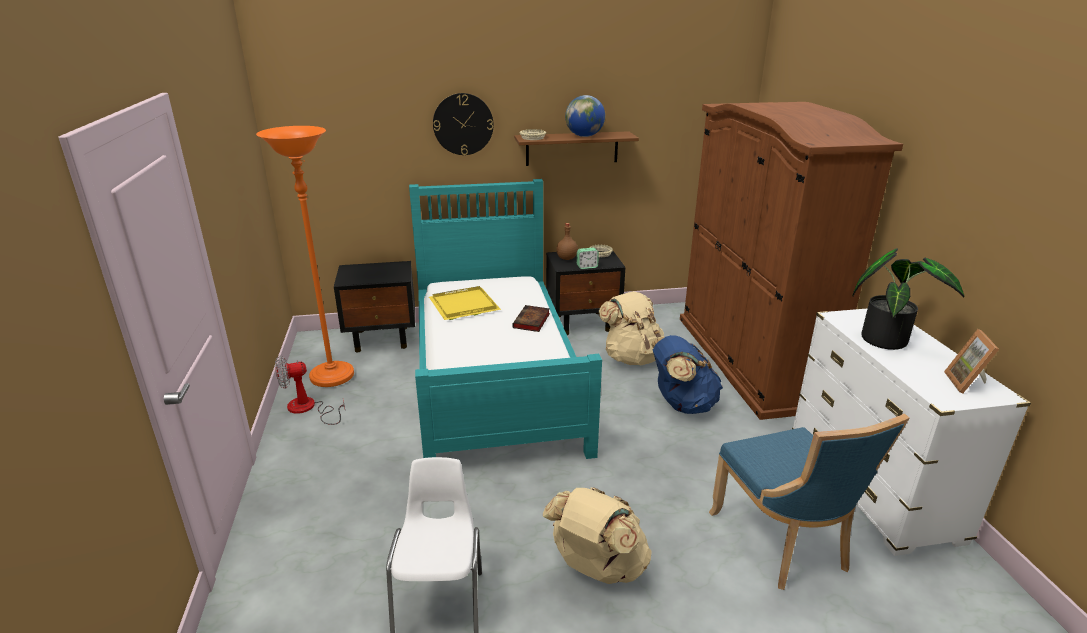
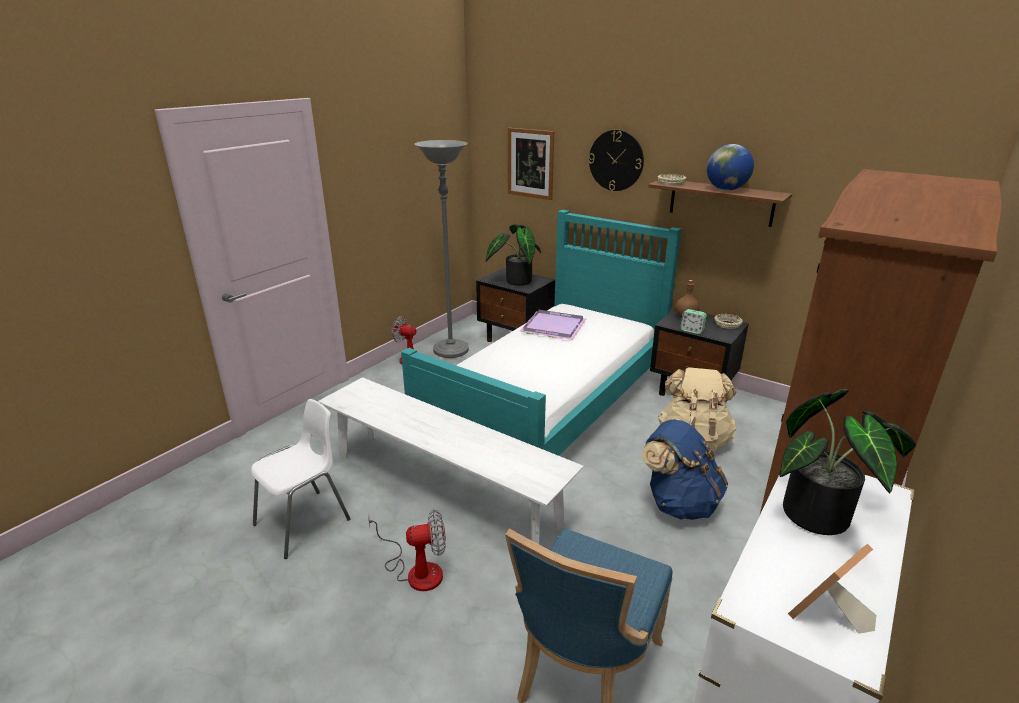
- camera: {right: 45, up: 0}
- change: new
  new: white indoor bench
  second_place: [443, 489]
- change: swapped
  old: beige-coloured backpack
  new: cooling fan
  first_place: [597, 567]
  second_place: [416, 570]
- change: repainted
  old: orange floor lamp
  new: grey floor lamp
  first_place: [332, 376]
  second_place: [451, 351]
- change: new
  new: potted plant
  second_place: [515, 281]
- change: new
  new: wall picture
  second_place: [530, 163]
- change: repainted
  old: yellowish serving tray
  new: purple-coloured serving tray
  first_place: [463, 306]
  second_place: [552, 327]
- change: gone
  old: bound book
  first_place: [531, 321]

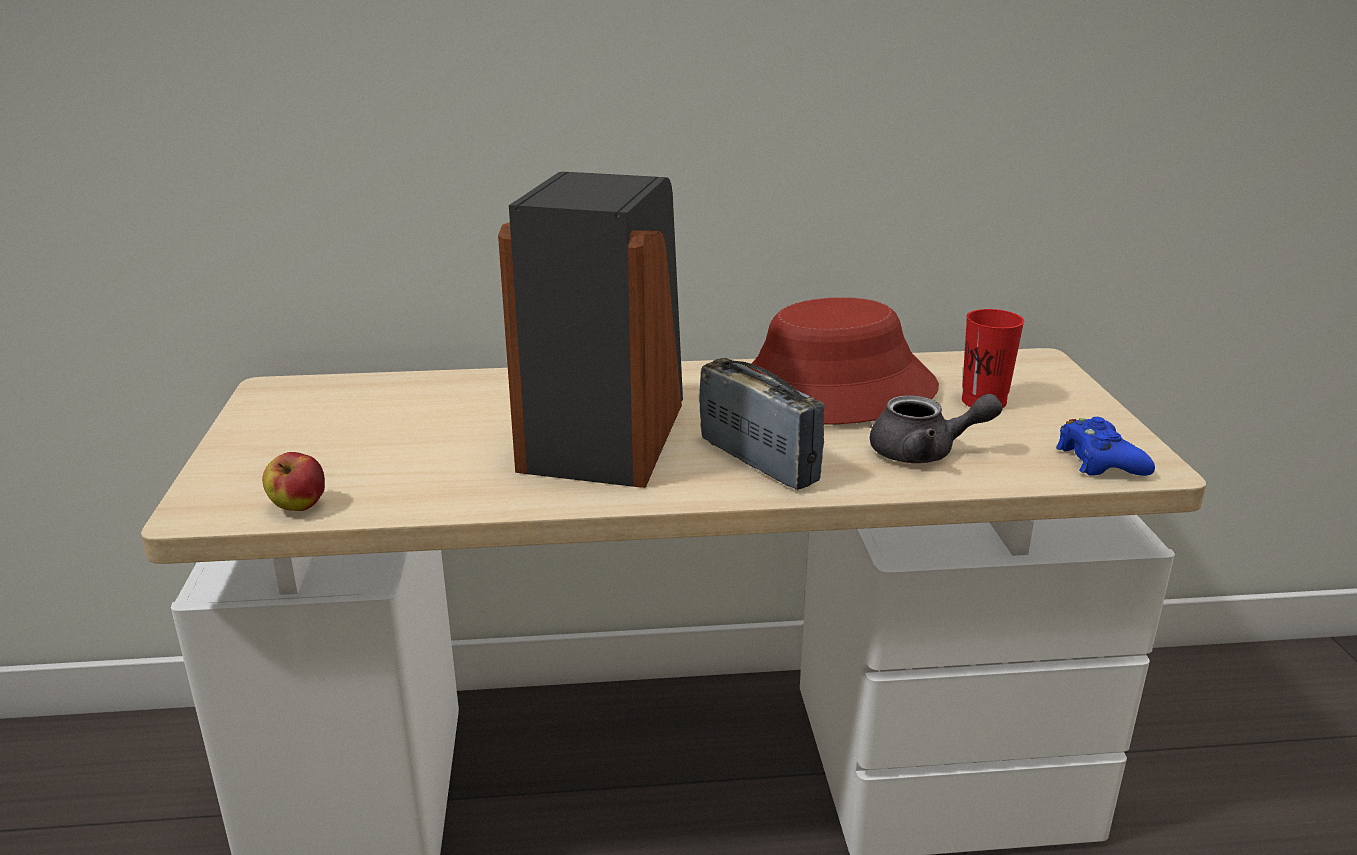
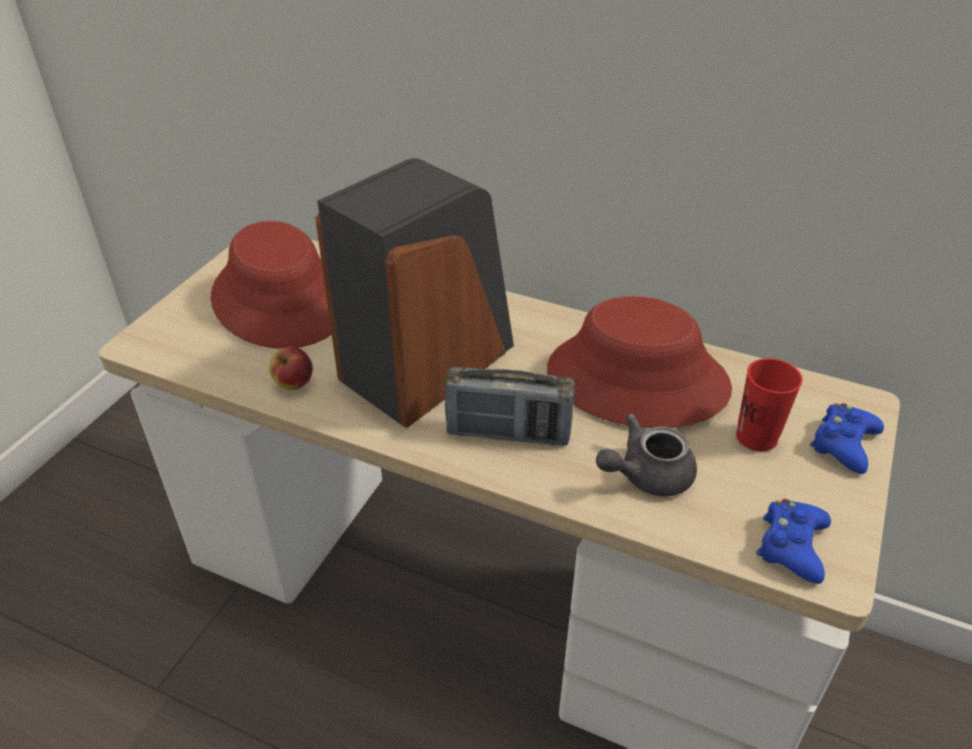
- camera: {right: 30, up: 15}
- change: new
  new: reddish wearable hat
  second_place: [281, 300]
- change: shifted
  old: apple
  first_place: [298, 507]
  second_place: [294, 384]
- change: rotated
  old: radio receiver
  first_place: [758, 461]
  second_place: [508, 433]
  degrees: 105
- change: rotated
  old: grey teapot
  first_place: [924, 453]
  second_place: [646, 475]
  degrees: 120
- change: new
  new: blue joypad
  second_place: [843, 444]

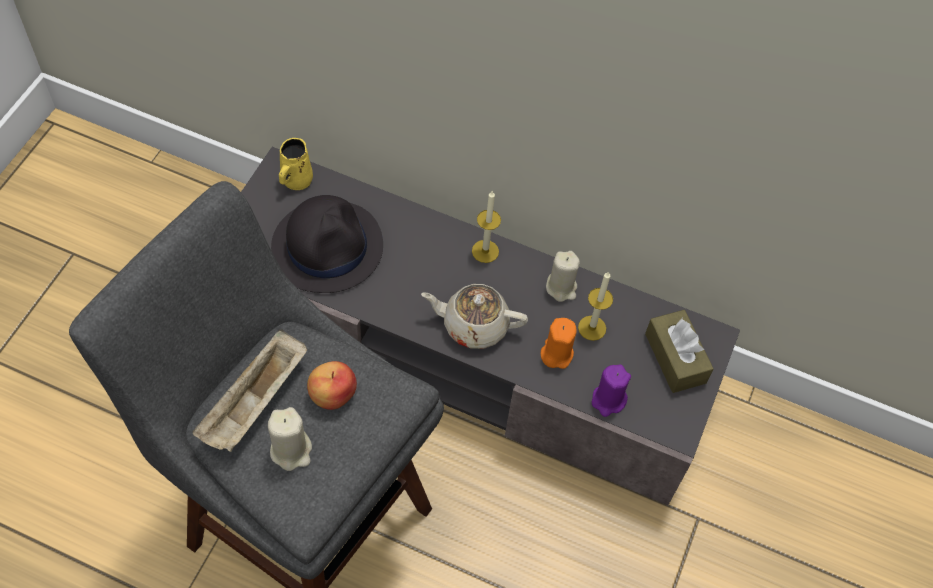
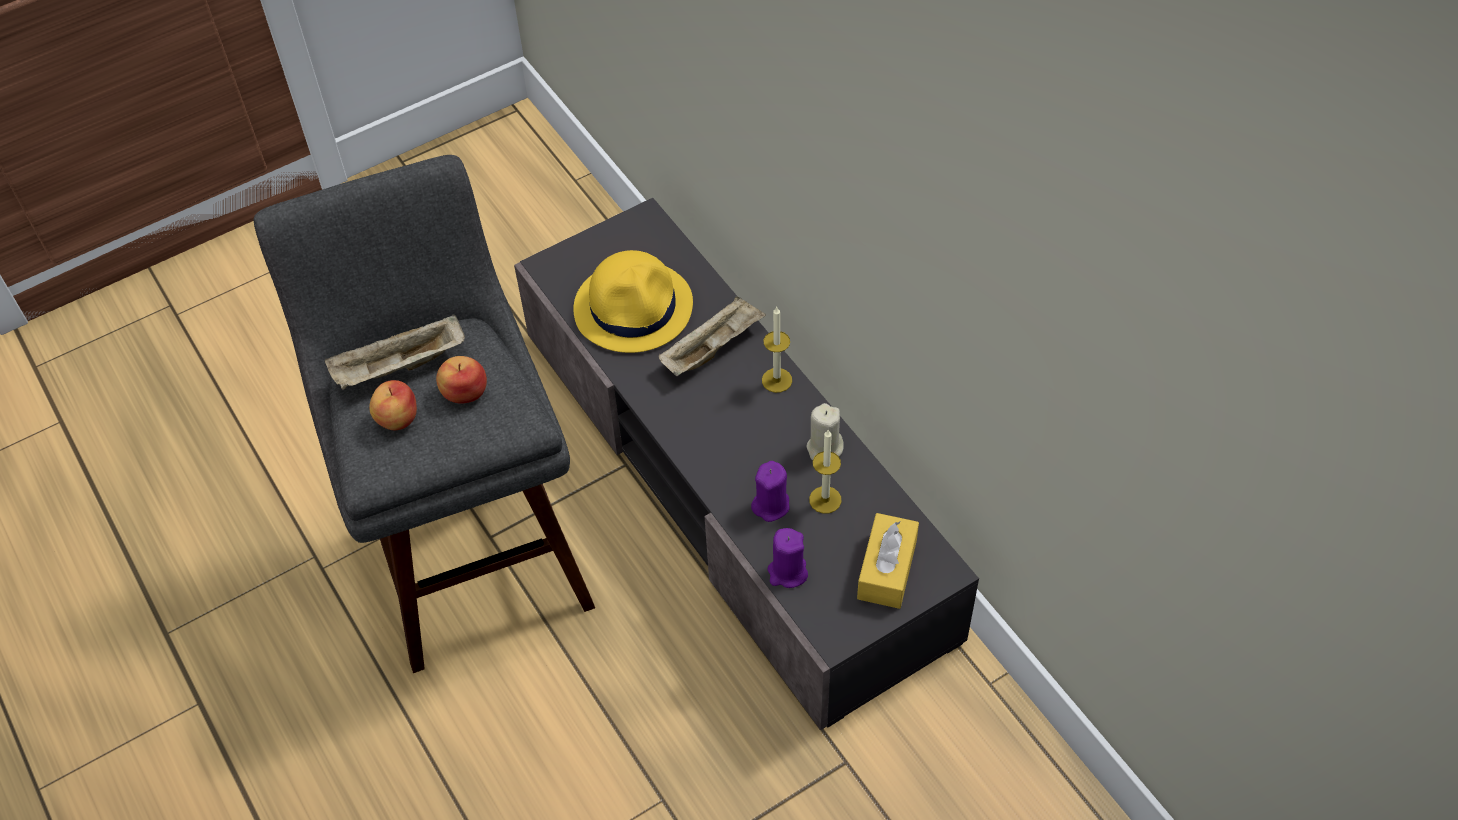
- camera: {right: 40, up: -5}
- change: swapped
  old: beige-coloured candle
  new: apple
  first_place: [291, 450]
  second_place: [397, 418]
- change: repainted
  old: blackish wearable hat
  new: yellowish wearable hat
  first_place: [328, 246]
  second_place: [634, 307]
- change: new
  new: beige-coloured serving tray
  second_place: [712, 348]
- change: repainted
  old: orange candle
  new: purple-coloured candle
  first_place: [556, 354]
  second_place: [771, 505]
- change: repainted
  old: brownish tissue holder
  new: yellowish tissue holder
  first_place: [675, 358]
  second_place: [887, 569]
- change: gone
  old: yellowish coffee mug
  first_place: [296, 181]
- change: gone
  old: beige-coloured teapot
  first_place: [474, 325]

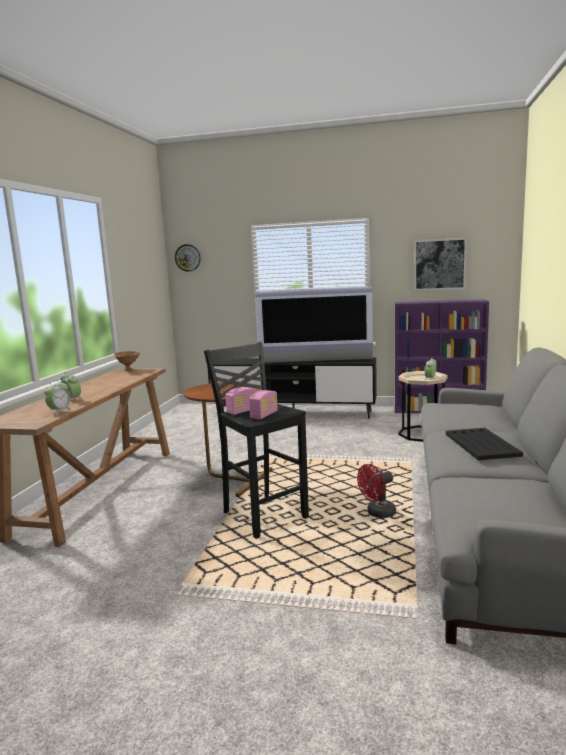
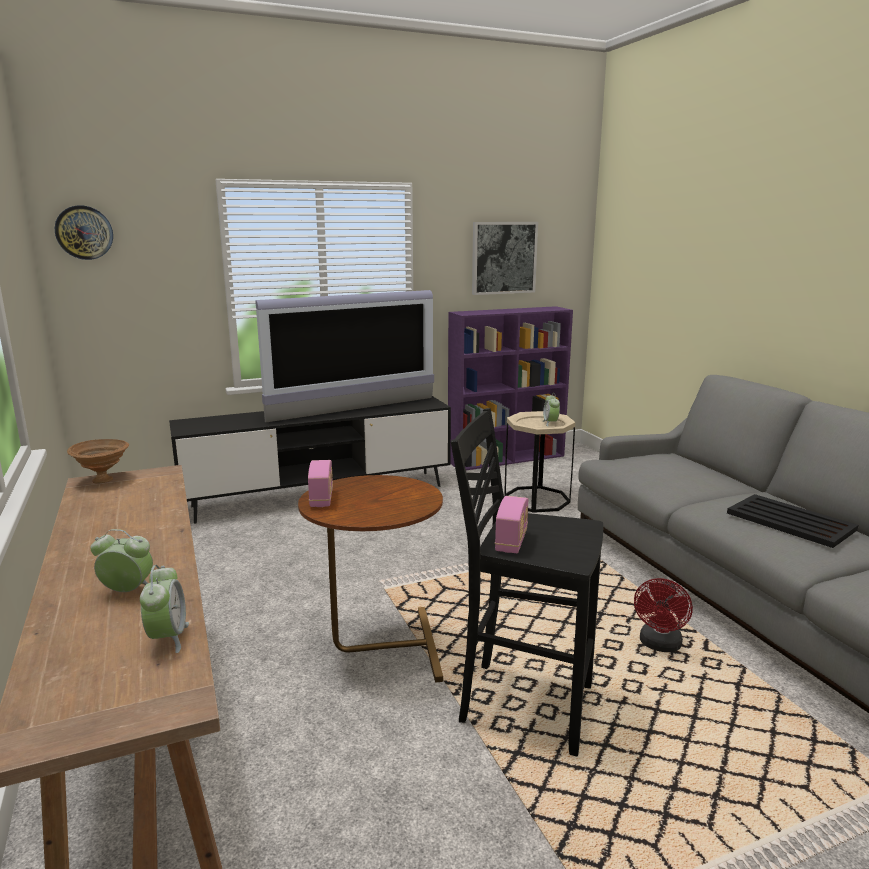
- camera: {right: -35, up: 5}
- change: shifted
  old: radio receiver
  first_place: [264, 415]
  second_place: [321, 499]

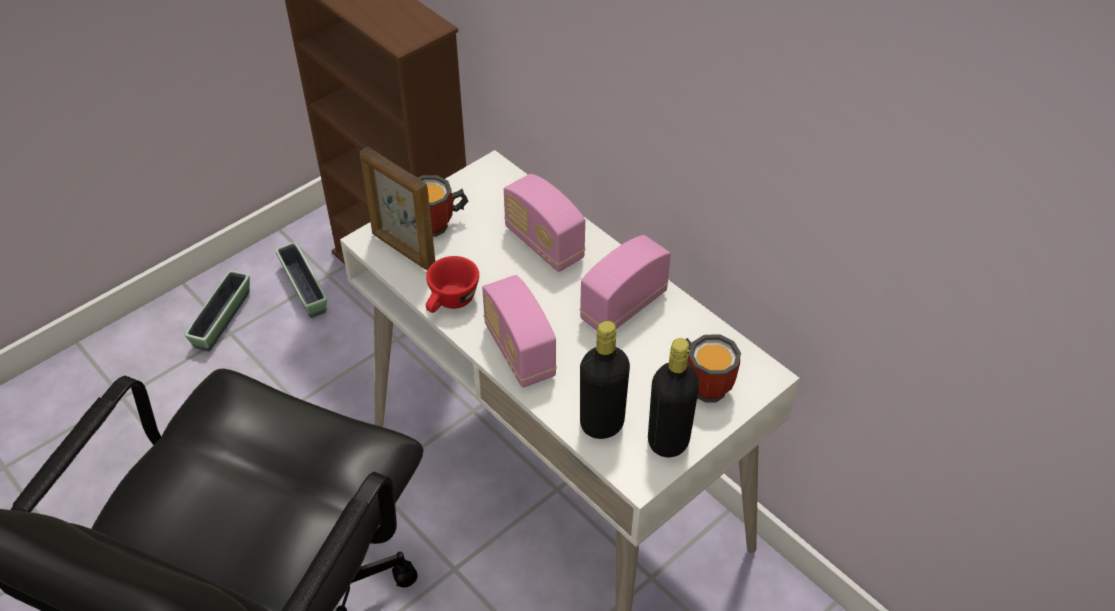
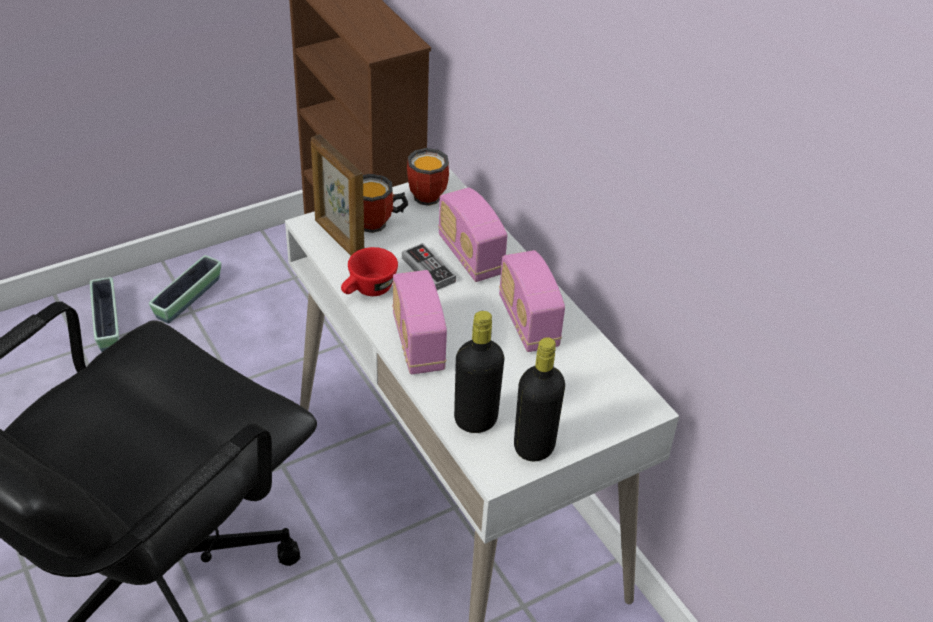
- camera: {right: 10, up: -5}
- change: shifted
  old: planter
  first_place: [304, 289]
  second_place: [107, 324]
- change: new
  new: joypad
  second_place: [428, 270]
- change: shifted
  old: coffee mug
  first_place: [706, 383]
  second_place: [426, 193]
- change: rotated
  old: radio receiver
  first_place: [623, 306]
  second_place: [528, 322]
  degrees: -75

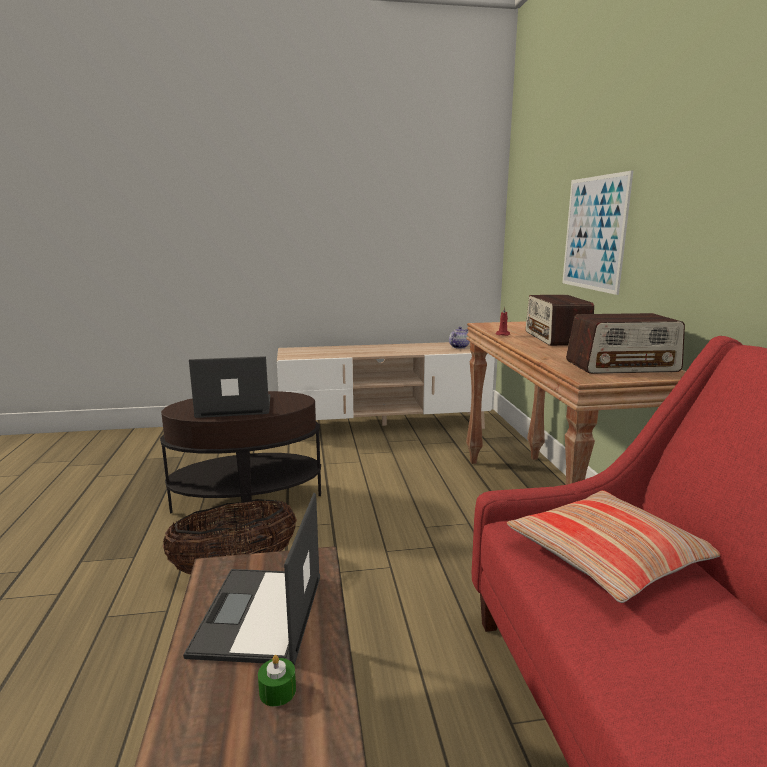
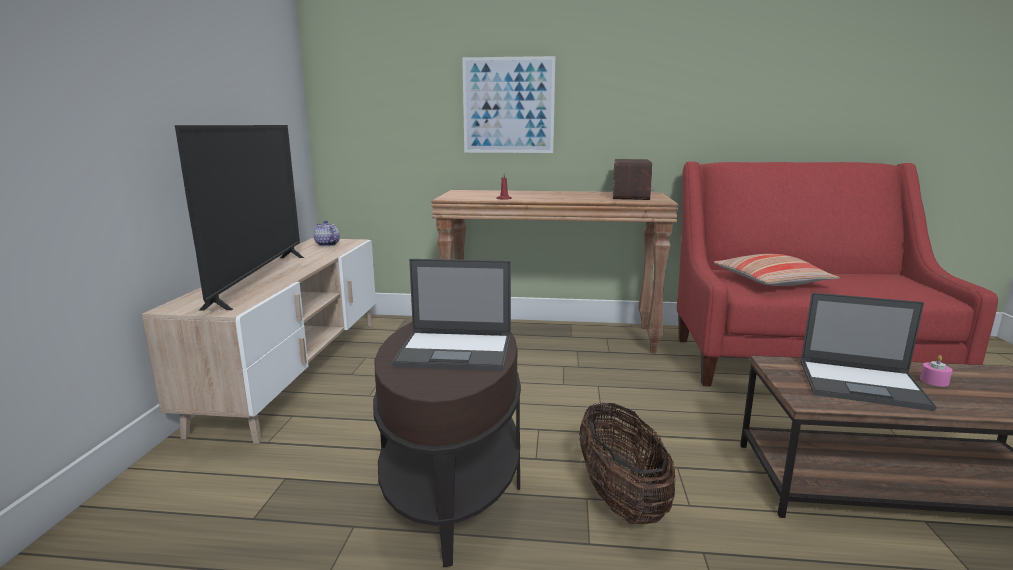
- camera: {right: -75, up: 0}
- change: new
  new: TV set
  second_place: [260, 279]
- change: rotated
  old: portable computer
  first_place: [233, 407]
  second_place: [457, 351]
  degrees: -90
- change: repainted
  old: green-coloured candle
  new: pink-coloured candle
  first_place: [277, 691]
  second_place: [934, 381]
- change: gone
  old: radio receiver
  first_place: [556, 338]

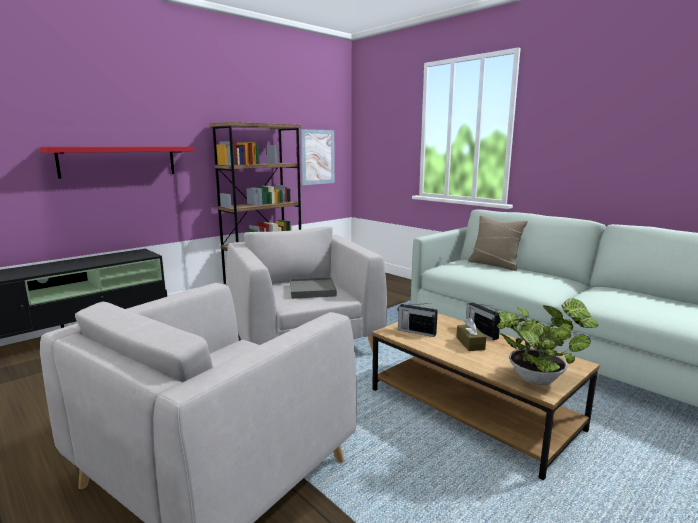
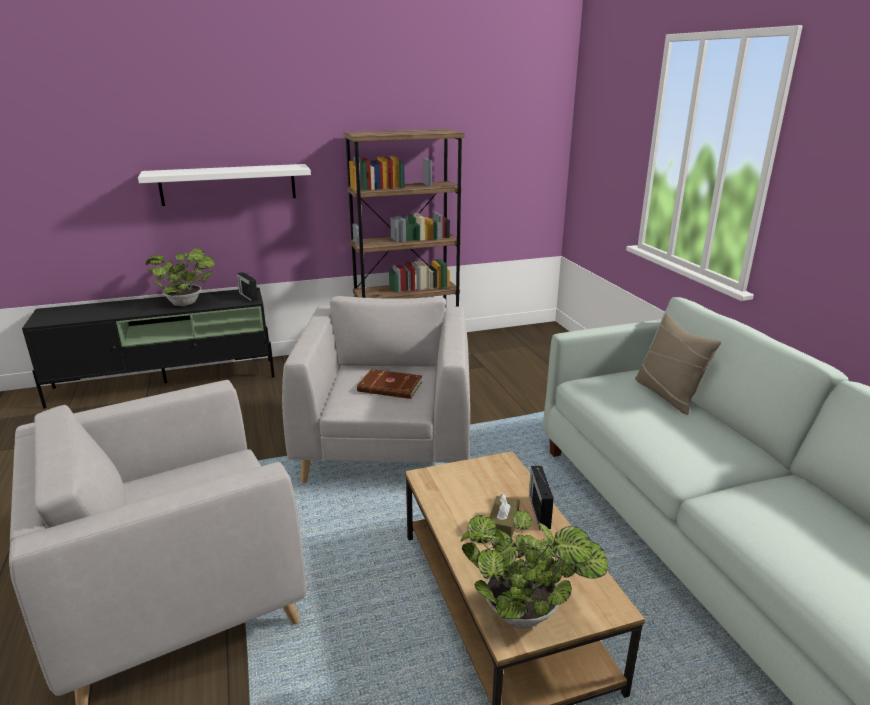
- camera: {right: 25, up: 10}
- change: repainted
  old: reddish wall shelf
  new: white wall shelf
  first_place: [118, 161]
  second_place: [228, 184]
- change: new
  new: potted plant
  second_place: [187, 303]
- change: shifted
  old: radio receiver
  first_place: [416, 331]
  second_place: [248, 296]
- change: swapped
  old: grey serving tray
  new: brownish bound book
  first_place: [312, 290]
  second_place: [390, 387]
- change: gone
  old: wall picture
  first_place: [317, 157]

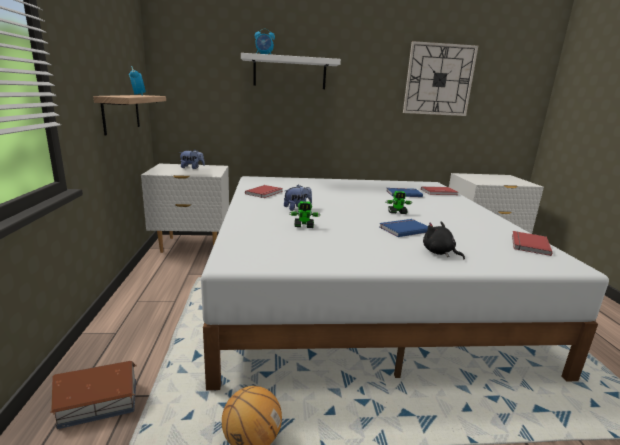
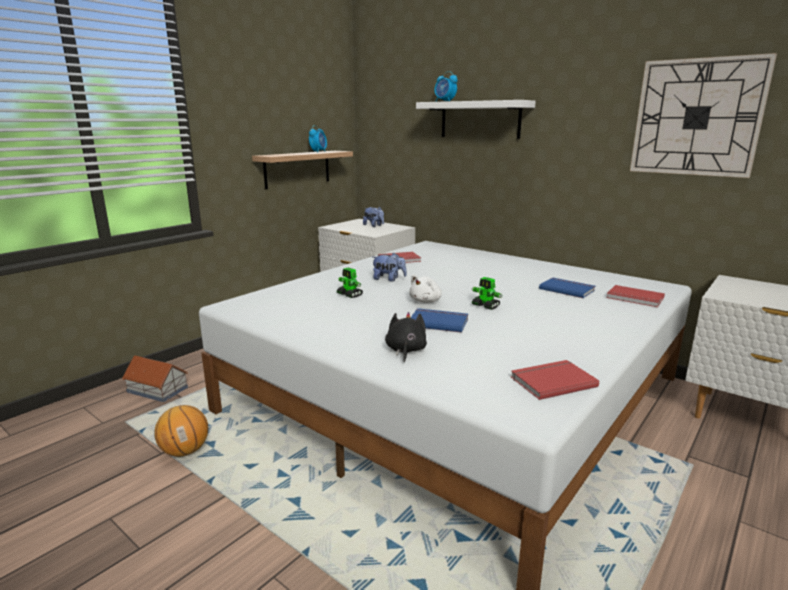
- camera: {right: 45, up: 0}
- change: new
  new: white cuddly toy
  second_place: [426, 301]

